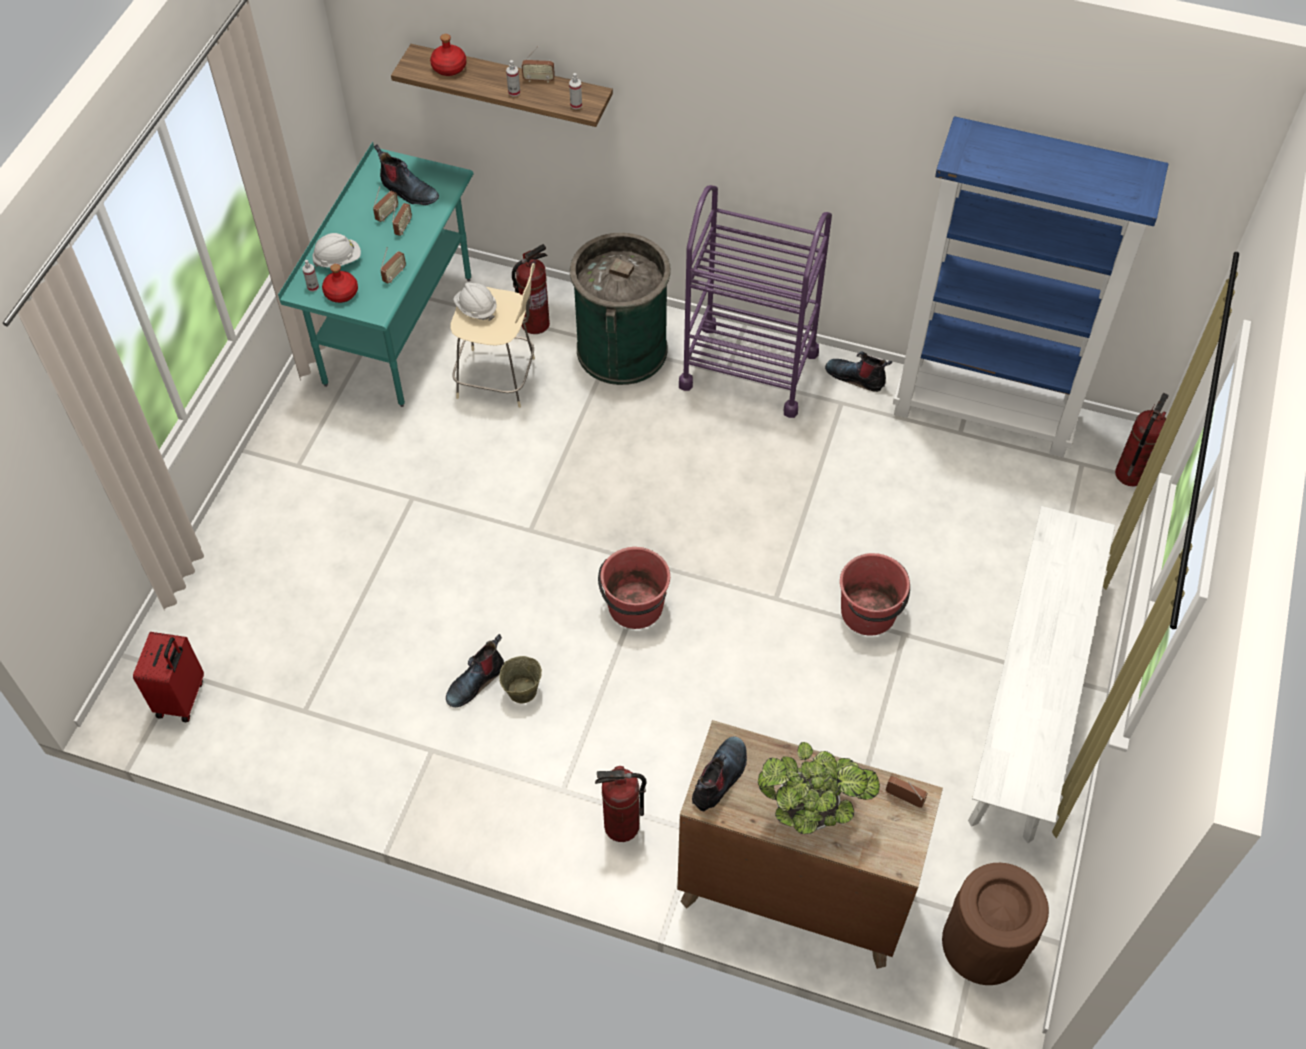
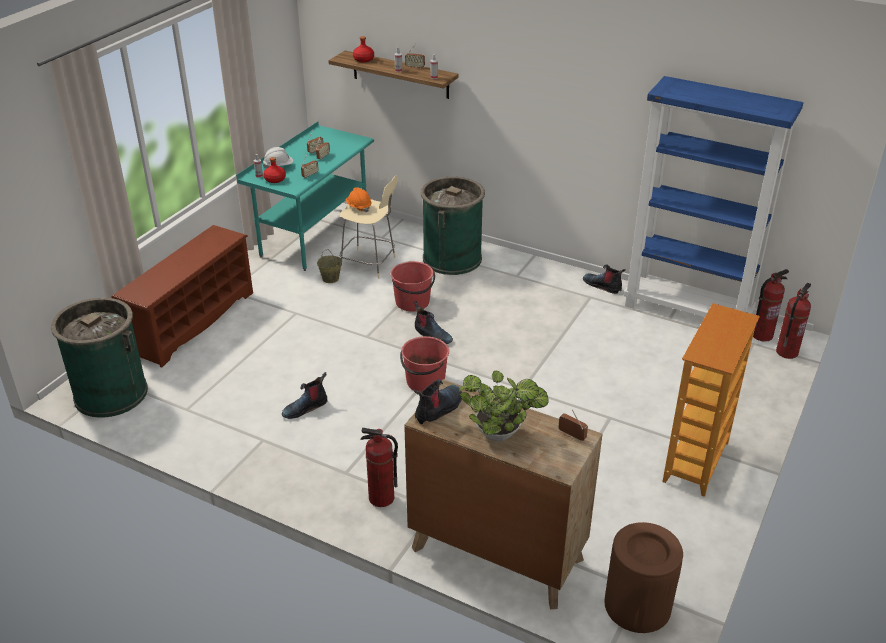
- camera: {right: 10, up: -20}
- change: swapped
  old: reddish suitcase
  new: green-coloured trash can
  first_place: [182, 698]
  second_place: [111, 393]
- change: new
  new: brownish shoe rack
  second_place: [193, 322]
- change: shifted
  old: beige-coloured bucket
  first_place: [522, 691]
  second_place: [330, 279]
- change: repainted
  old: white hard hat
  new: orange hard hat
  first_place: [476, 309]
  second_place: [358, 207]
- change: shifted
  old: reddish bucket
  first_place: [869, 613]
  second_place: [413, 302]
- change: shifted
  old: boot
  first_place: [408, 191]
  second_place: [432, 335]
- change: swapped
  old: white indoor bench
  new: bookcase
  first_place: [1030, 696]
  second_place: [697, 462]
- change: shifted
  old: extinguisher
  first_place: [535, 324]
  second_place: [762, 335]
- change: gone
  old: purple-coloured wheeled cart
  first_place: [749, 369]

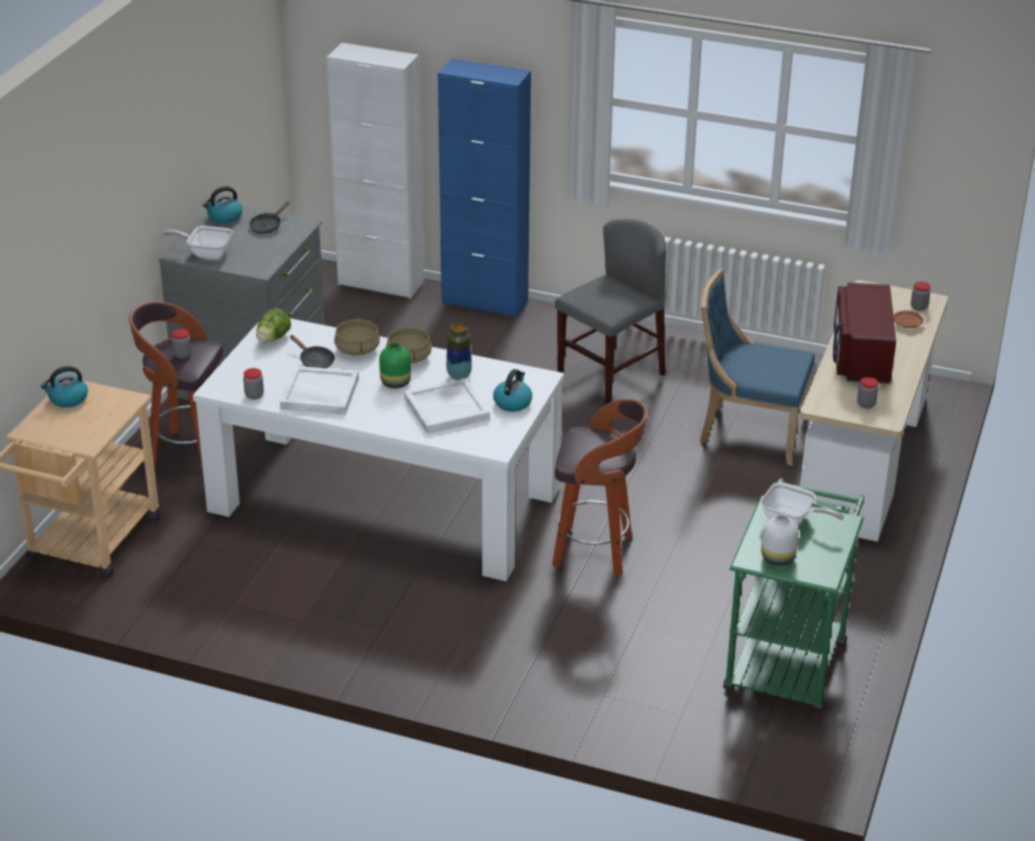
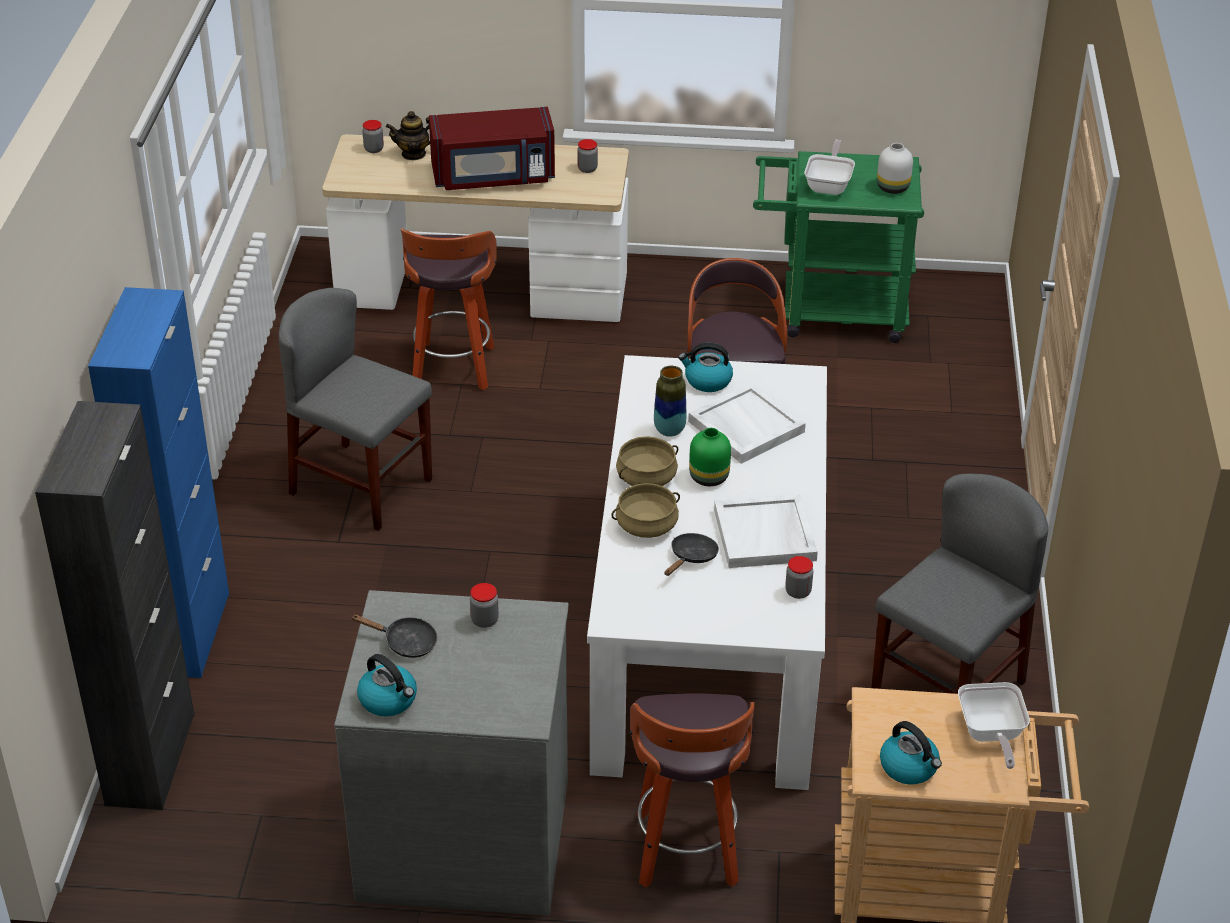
- camera: {right: -105, up: 5}
- change: repainted
  old: white cabinet
  new: blackish cabinet
  first_place: [380, 283]
  second_place: [150, 759]
- change: swapped
  old: brownish flat dish
  new: teapot
  first_place: [907, 324]
  second_place: [414, 154]
- change: swapped
  old: blue chair
  new: stool
  first_place: [749, 432]
  second_place: [453, 369]
- change: shifted
  old: jar
  first_place: [182, 355]
  second_place: [484, 620]
- change: new
  new: grey chair
  second_place: [947, 689]
- change: shifted
  old: skillet
  first_place: [206, 253]
  second_place: [990, 735]
- change: gone
  old: head of lettuce
  first_place: [273, 339]

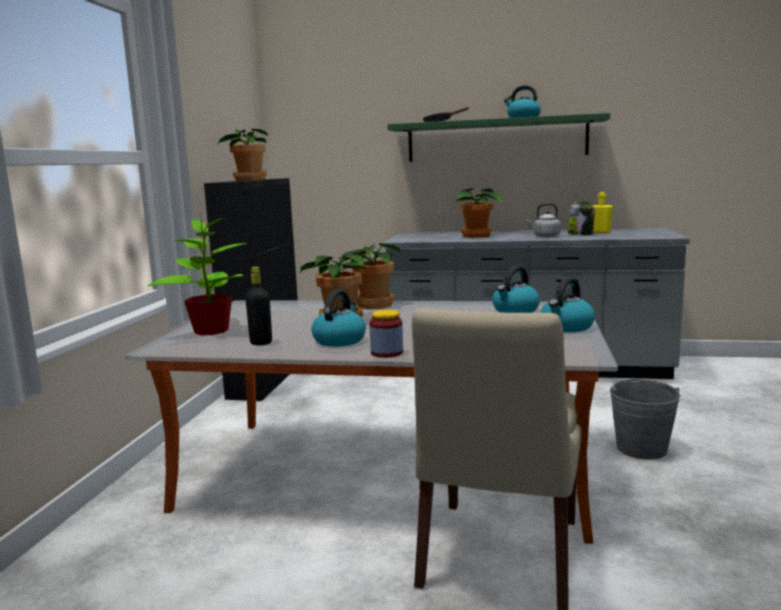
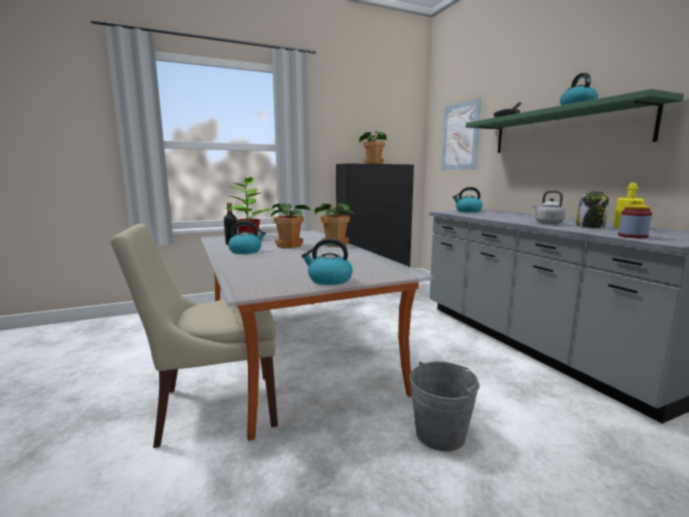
- camera: {right: 55, up: 0}
- change: new
  new: wall picture
  second_place: [460, 136]
- change: shifted
  old: tea kettle
  first_place: [515, 310]
  second_place: [467, 211]
- change: shifted
  old: jar
  first_place: [387, 353]
  second_place: [632, 236]
- change: gone
  old: potted plant
  first_place: [477, 236]

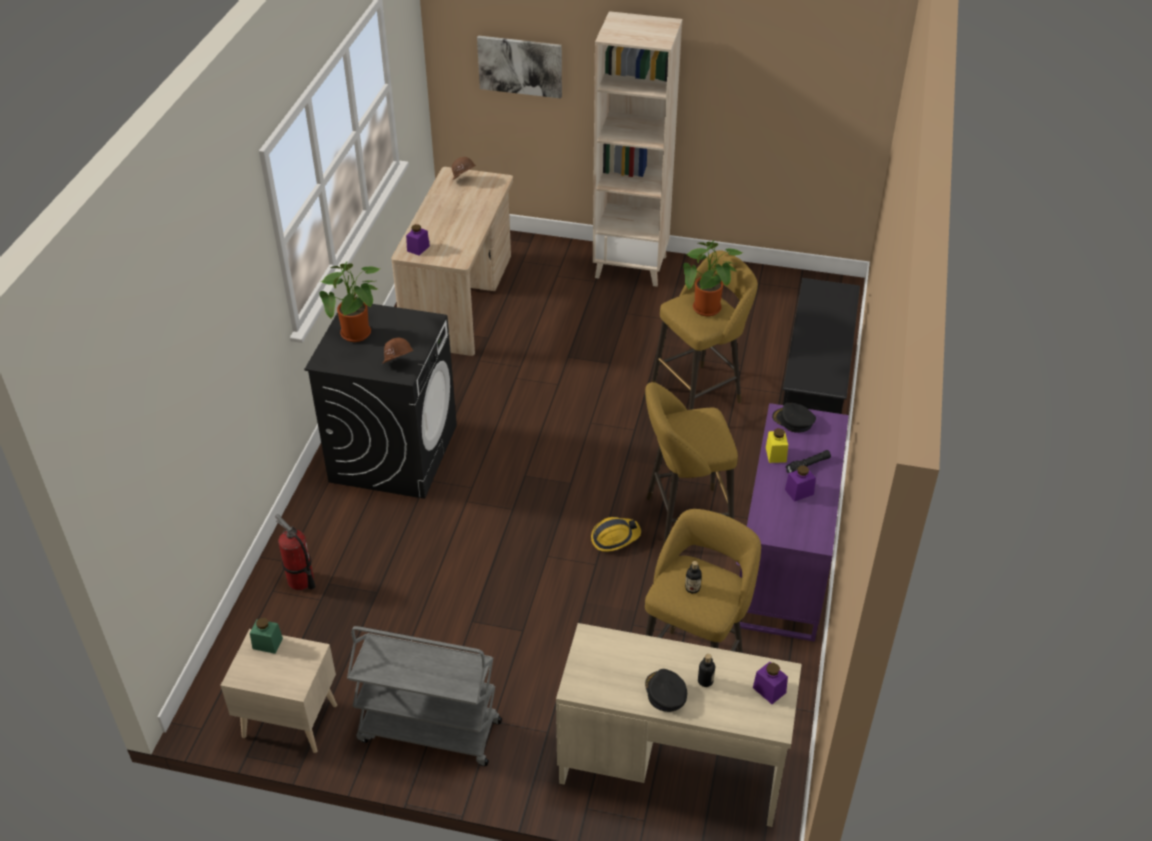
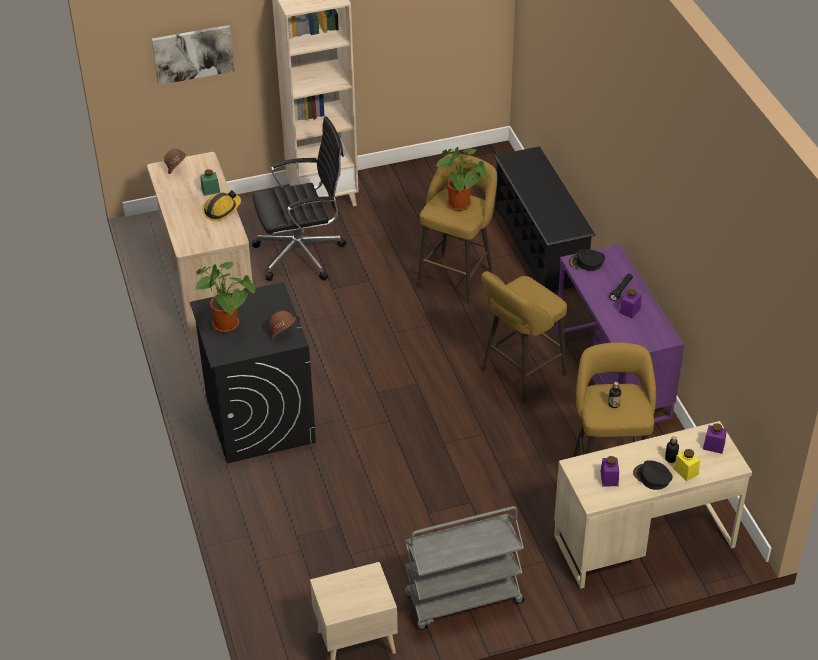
- camera: {right: -30, up: 0}
- change: shifted
  old: green-coloured jar
  first_place: [267, 643]
  second_place: [210, 190]
- change: shifted
  old: hard hat
  first_place: [614, 537]
  second_place: [222, 210]
- change: new
  new: blackish office chair
  second_place: [302, 254]
- change: shifted
  old: purple-coloured jar
  first_place: [418, 248]
  second_place: [609, 478]
- change: shifted
  old: yellowish jar
  first_place: [776, 454]
  second_place: [686, 471]
- change: gone
  old: extinguisher
  first_place: [300, 581]

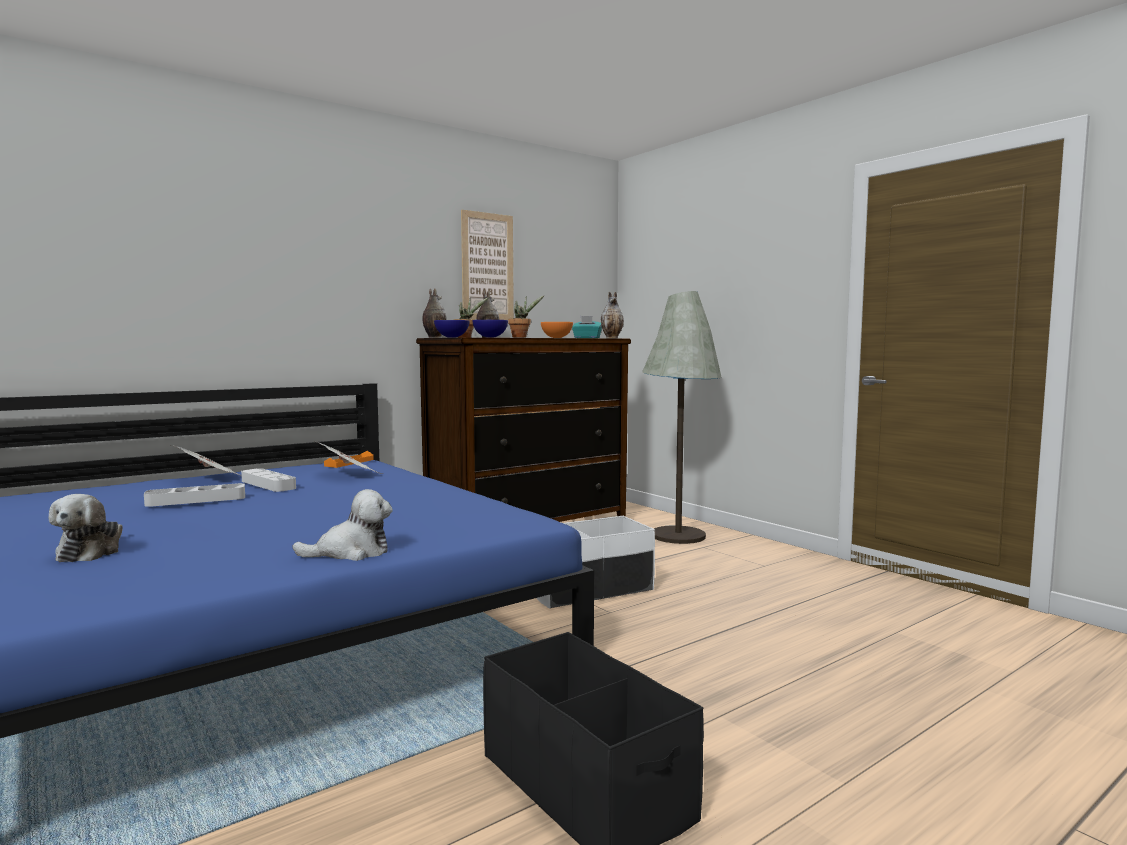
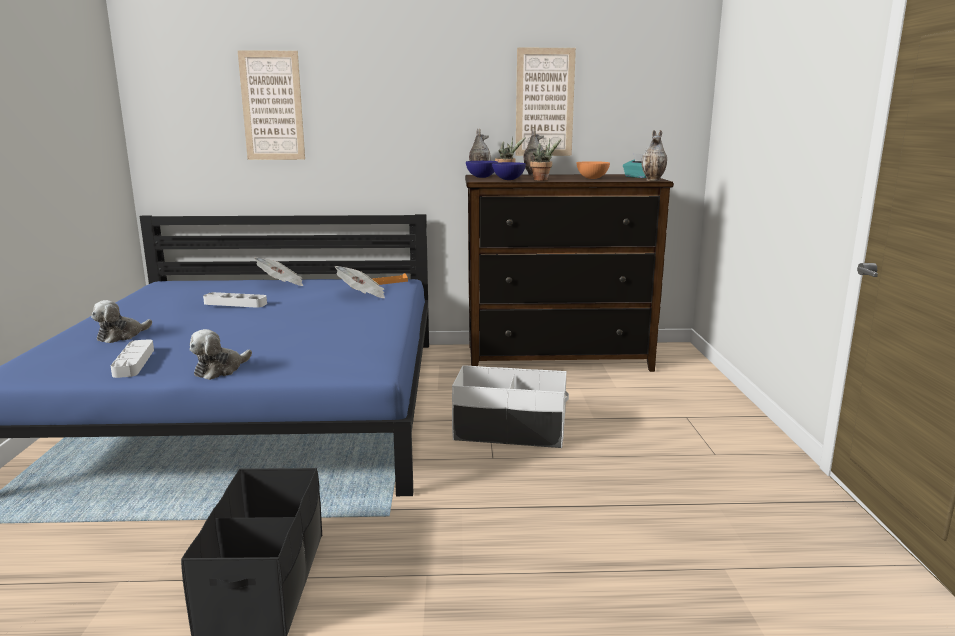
- camera: {right: 35, up: 10}
- change: shifted
  old: grey serving tray
  first_place: [268, 484]
  second_place: [134, 362]
- change: rotated
  old: cuddly toy
  first_place: [351, 553]
  second_place: [220, 370]
  degrees: 105
- change: new
  new: wall picture
  second_place: [272, 106]
- change: gone
  old: grey floor lamp
  first_place: [678, 536]

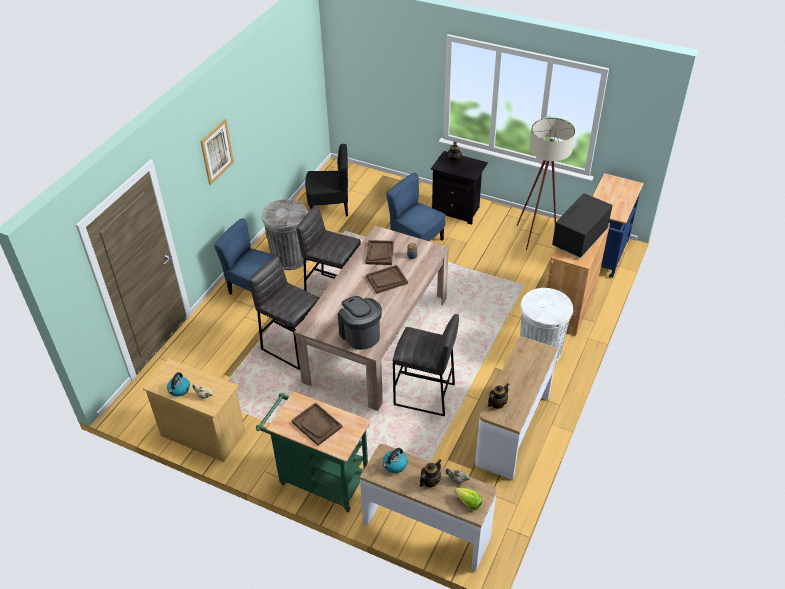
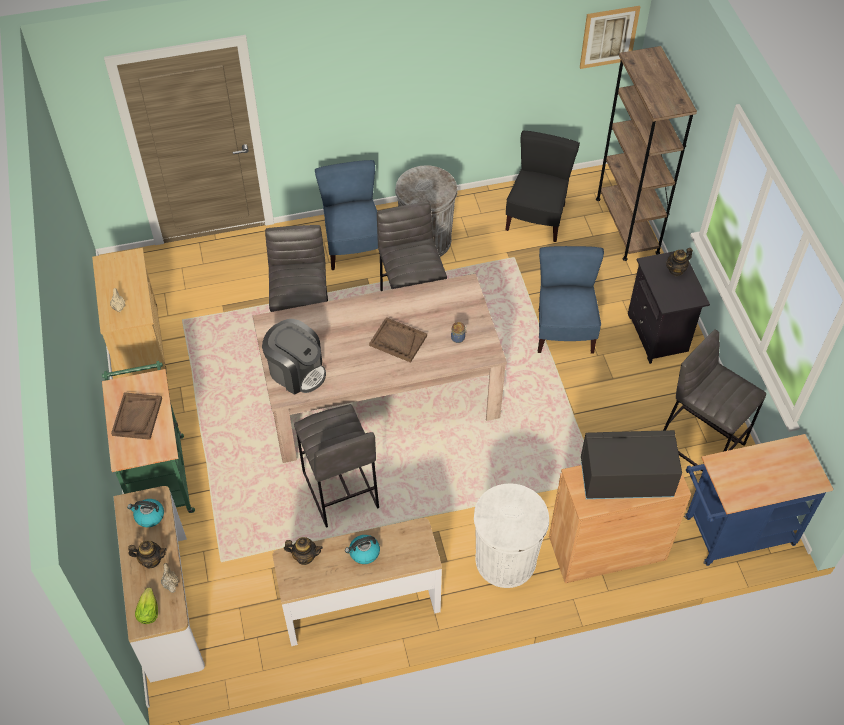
- camera: {right: 50, up: 10}
- change: rotated
  old: coffee brewer
  first_place: [360, 334]
  second_place: [296, 371]
  degrees: 105
- change: shifted
  old: tea kettle
  first_place: [179, 390]
  second_place: [364, 553]
- change: rotated
  old: blackish chair
  first_place: [329, 207]
  second_place: [536, 218]
  degrees: -120
- change: shifted
  old: wall picture
  first_place: [216, 151]
  second_place: [609, 37]
- change: new
  new: brownish bookcase
  second_place: [627, 225]
- change: swapped
  old: beige-coloured floor lamp
  new: grey stool
  first_place: [538, 235]
  second_place: [701, 441]
- change: gone
  old: brownish serving tray
  first_place: [379, 253]

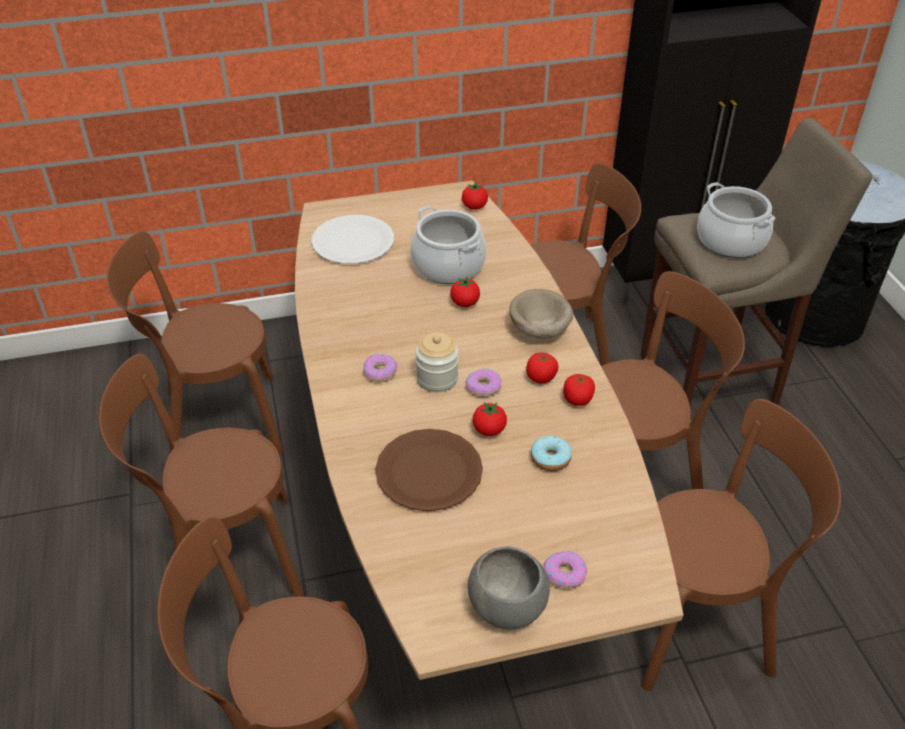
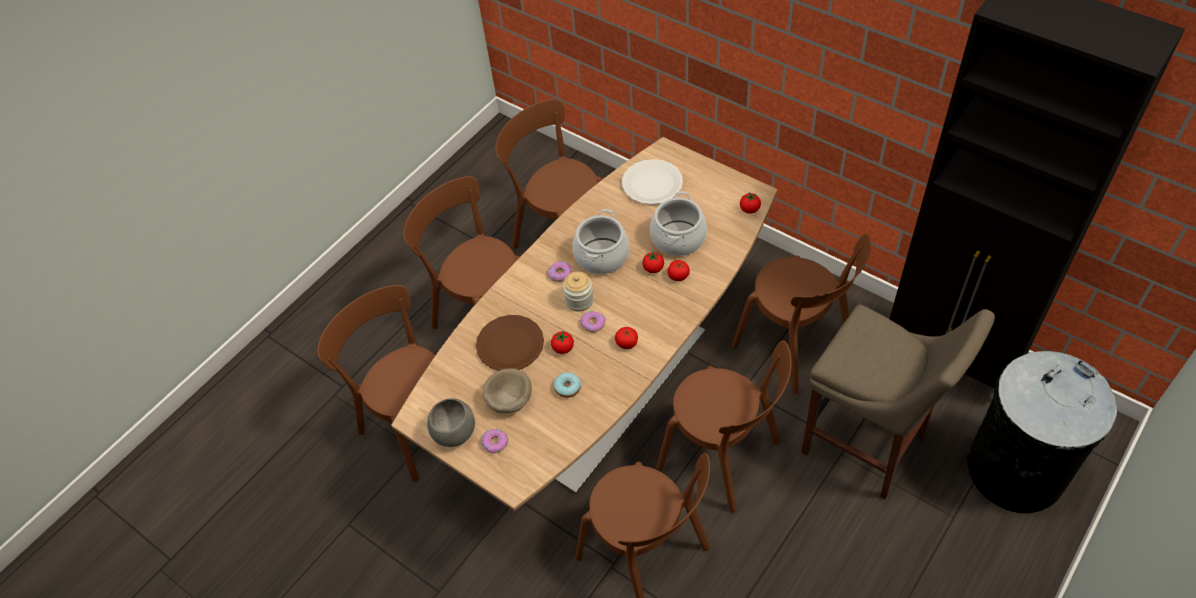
- camera: {right: 55, up: 10}
- change: shifted
  old: beige-coloured bowl
  first_place: [538, 331]
  second_place: [508, 400]
- change: shifted
  old: cooking pot
  first_place: [730, 241]
  second_place: [601, 256]
- change: shifted
  old: fresh tomato
  first_place: [577, 399]
  second_place: [678, 276]

